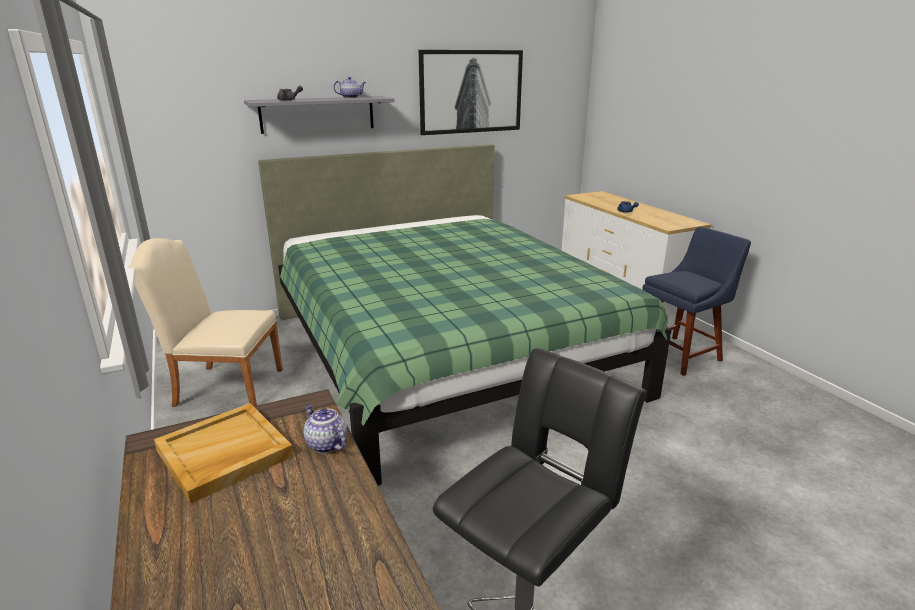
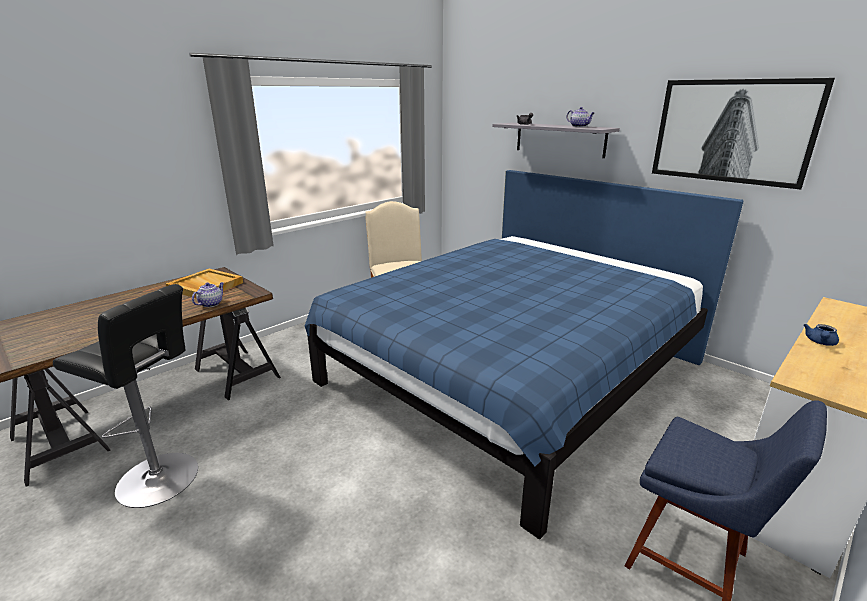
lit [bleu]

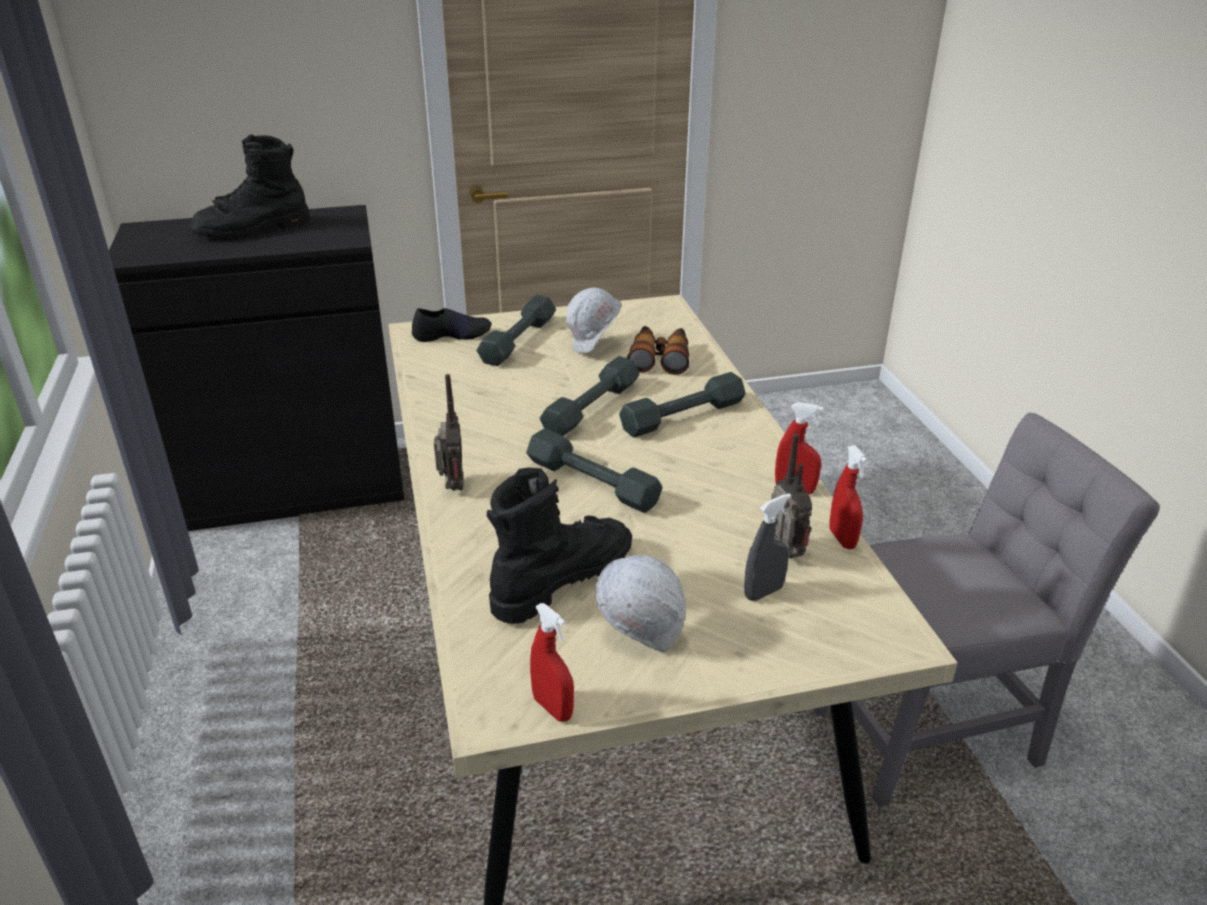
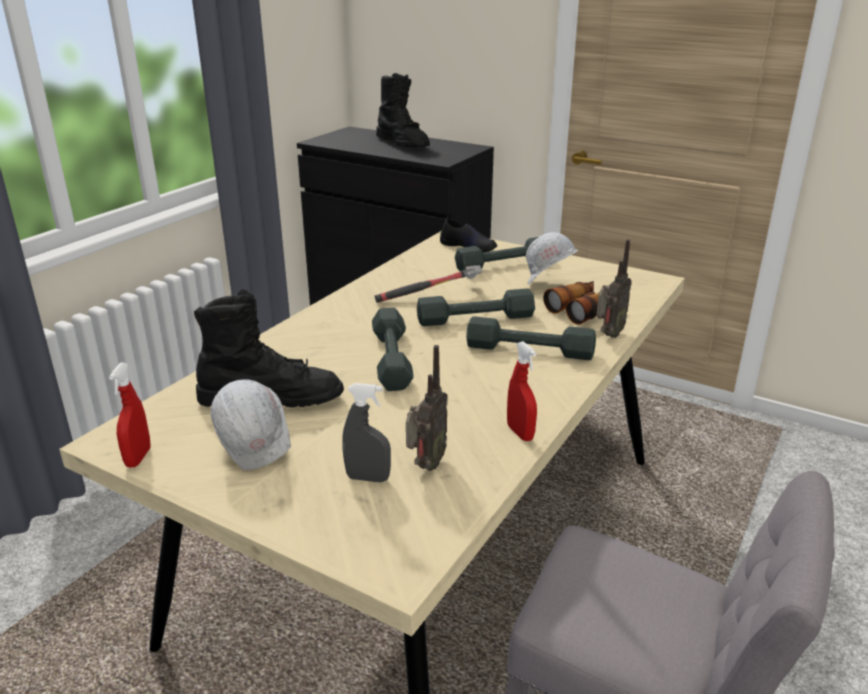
botte [noir] (no. 2 from left)
radio (no. 2 from left)
vaporisateur [rouge] (no. 3 from left in the first image)
marteau

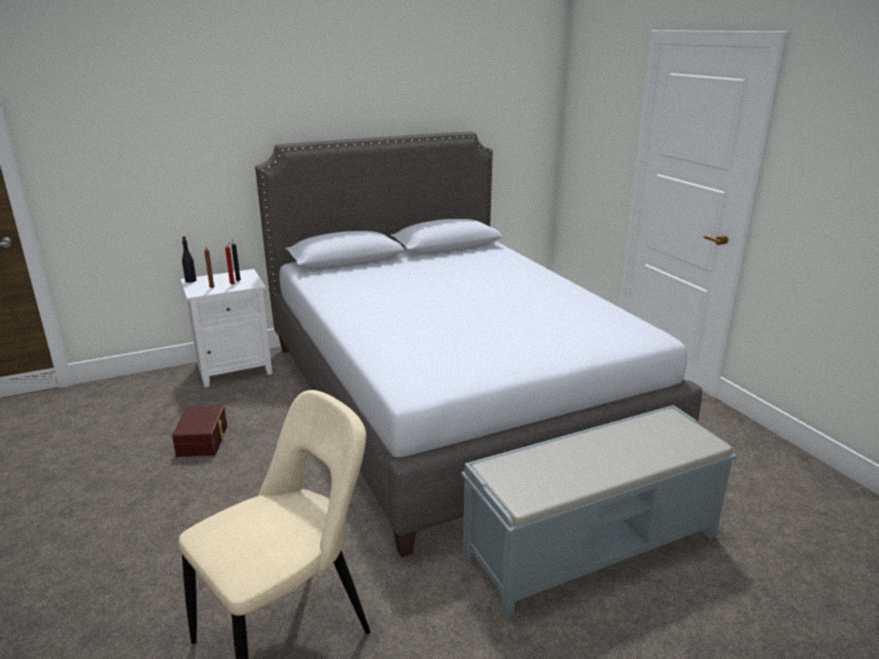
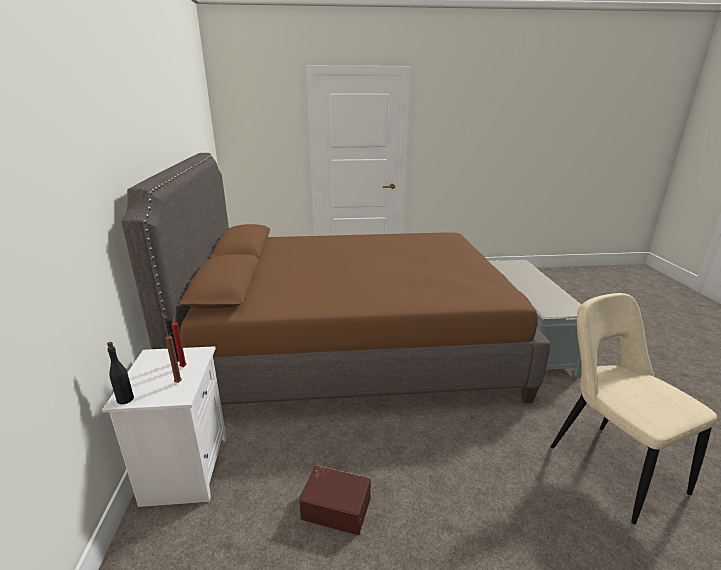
lit [marron]

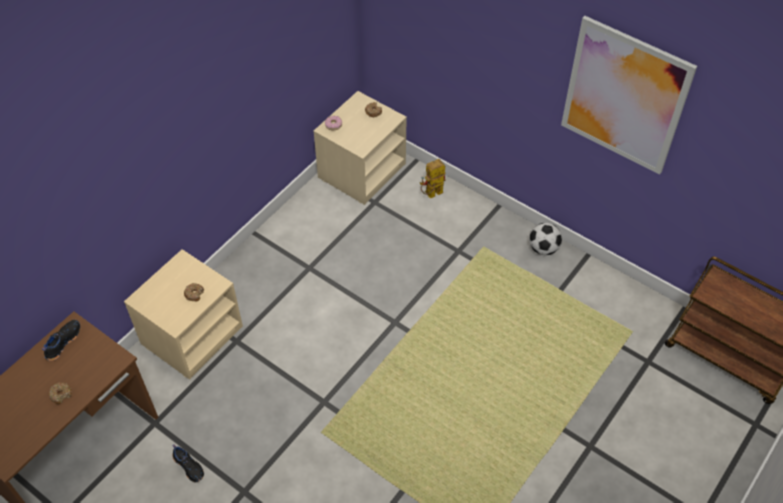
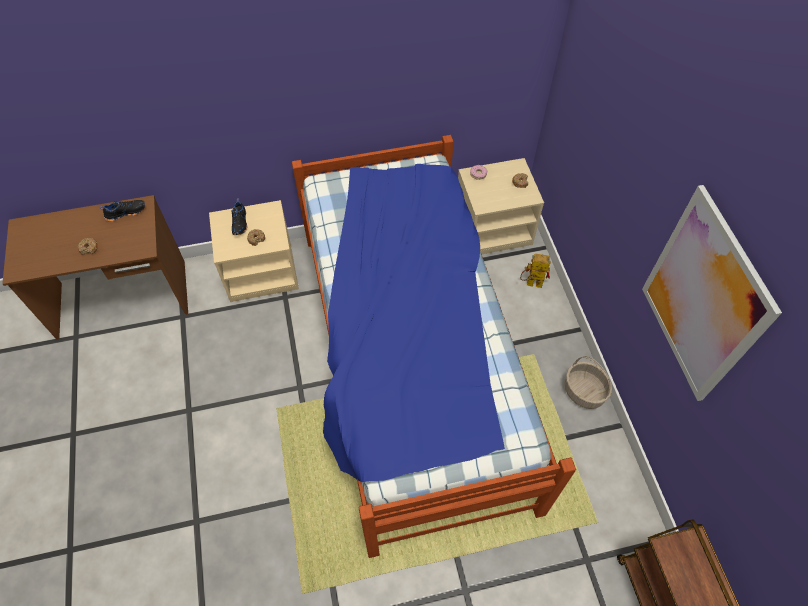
panier
chaussure [noir] (no. 2 from left)
lit

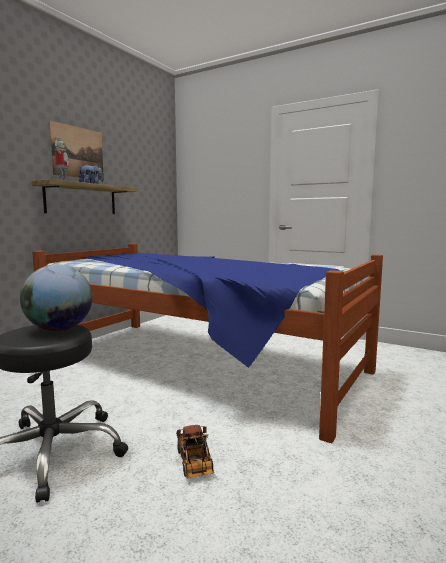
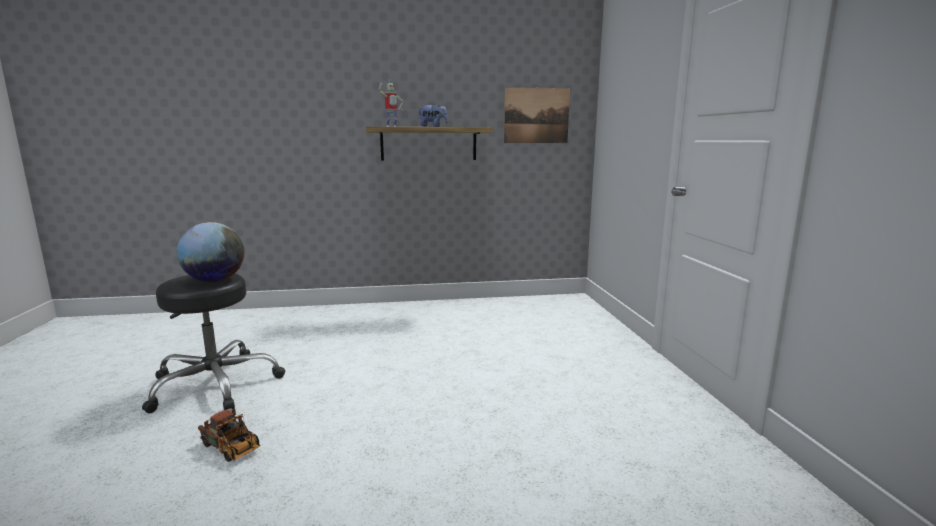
tableau
lit
camion jouet

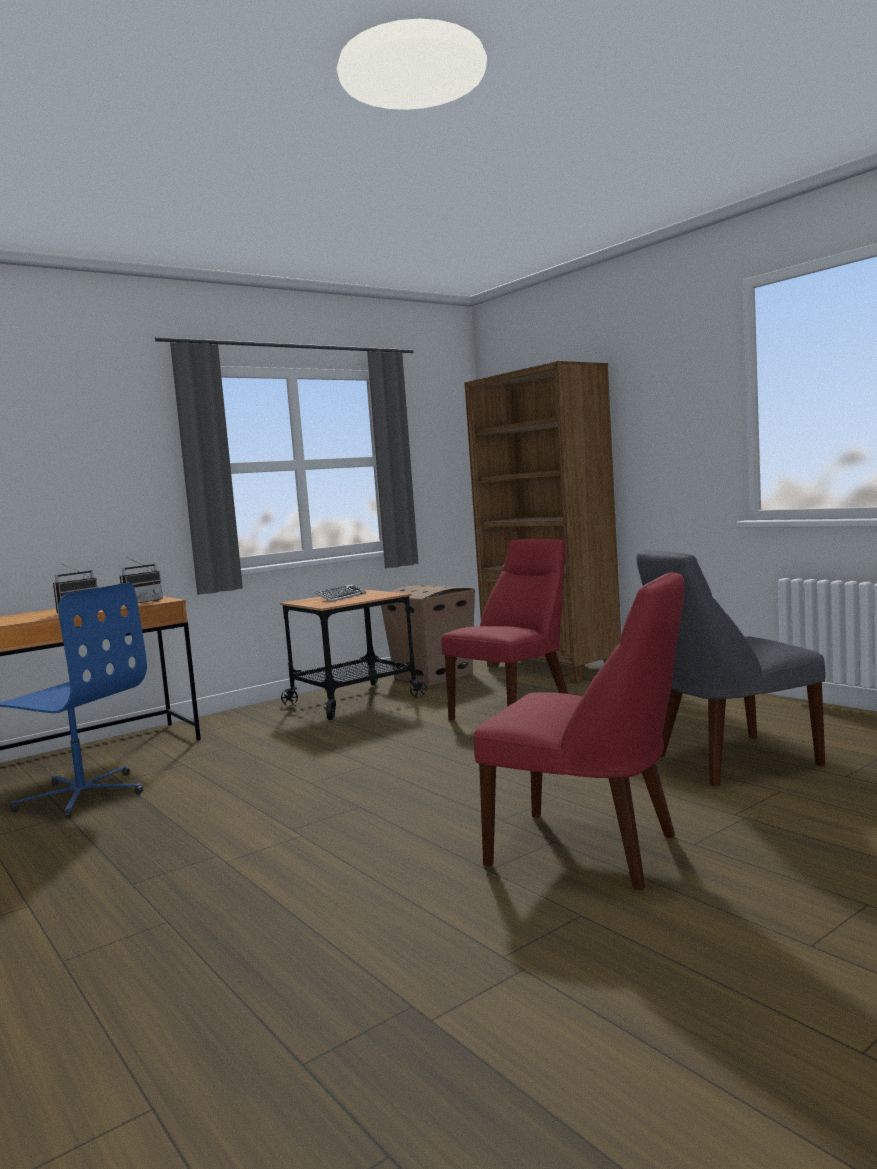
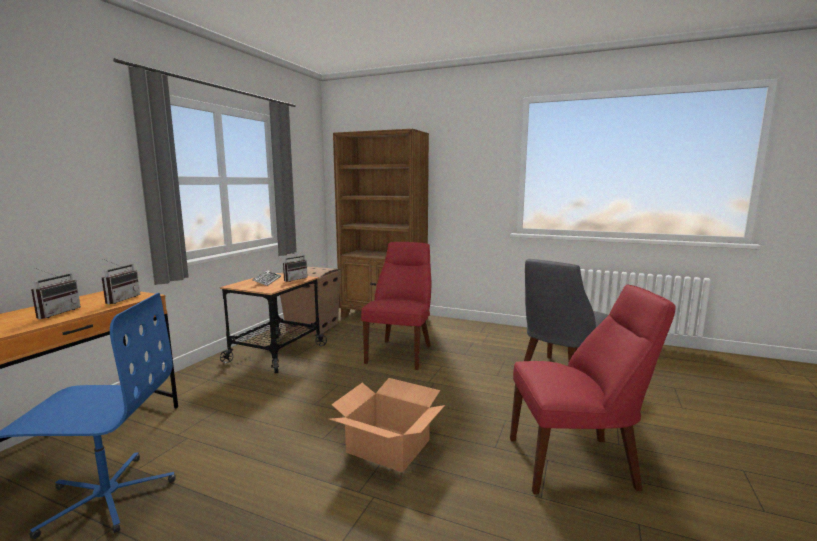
radio (no. 3 from left)
carton (no. 2 from left)

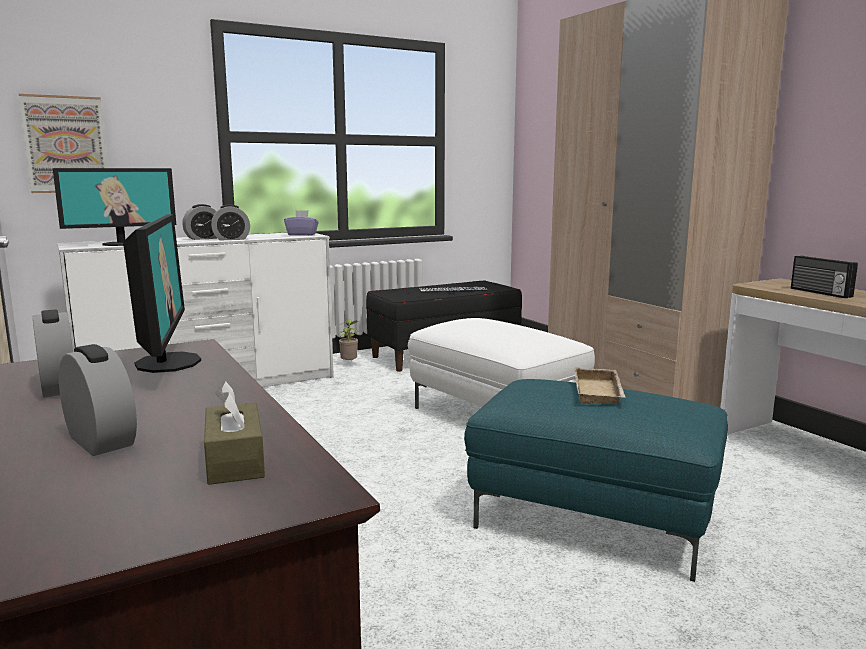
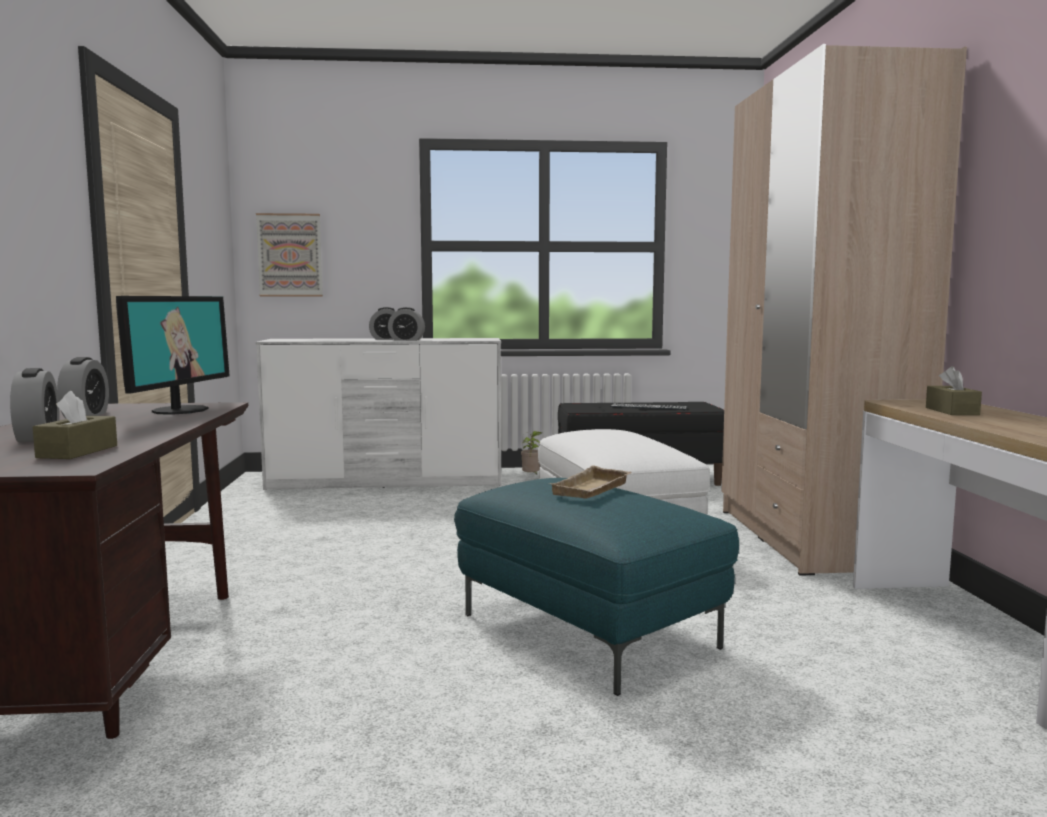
écran d'ordinateur (no. 1 from left in the first image)
boîte à mouchoirs [violet]
boîte à mouchoirs [marron] (no. 2 from left)

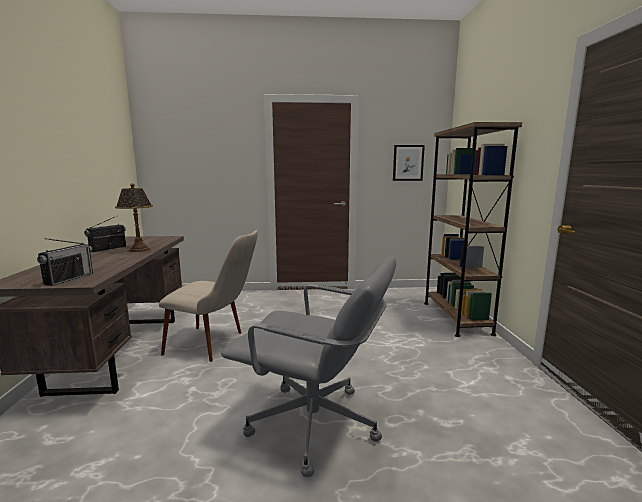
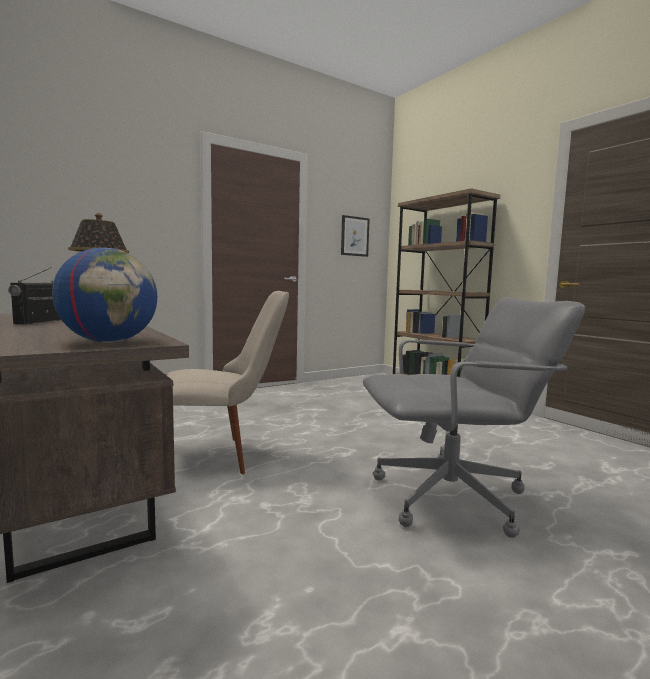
globe

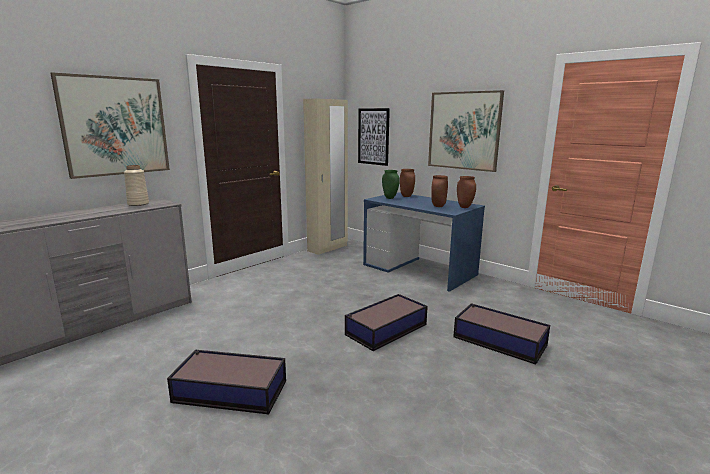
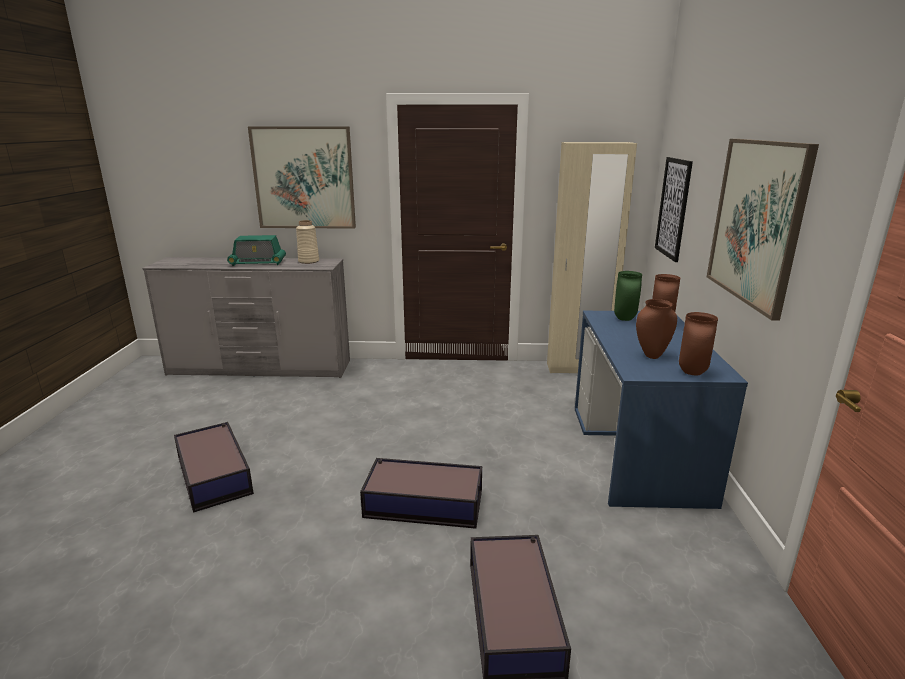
radio

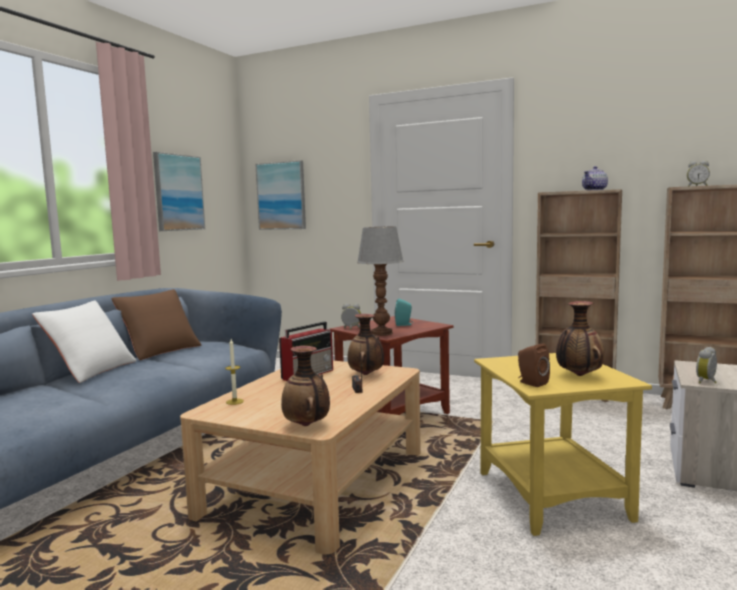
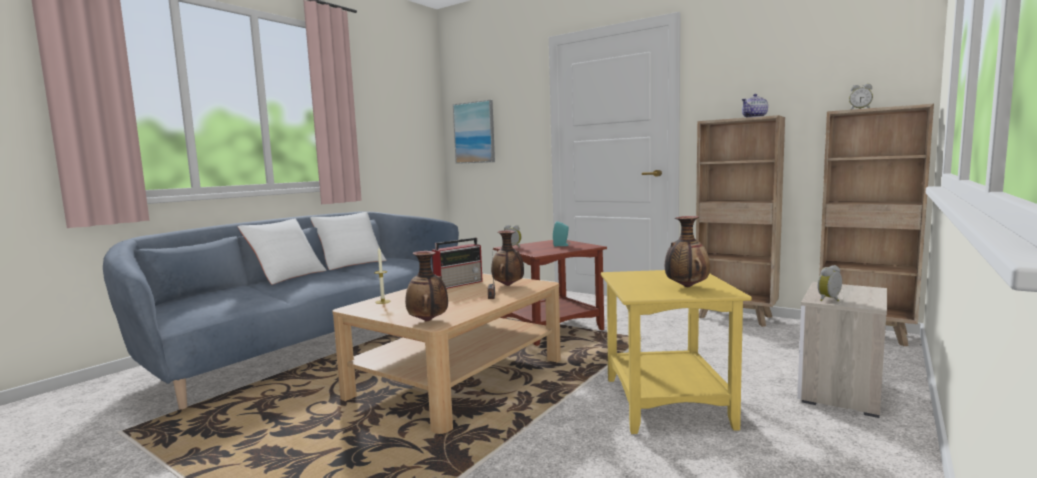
tableau (no. 1 from left in the first image)
lampe de table
coussin [blanc] (no. 2 from left)
enceinte [marron]

